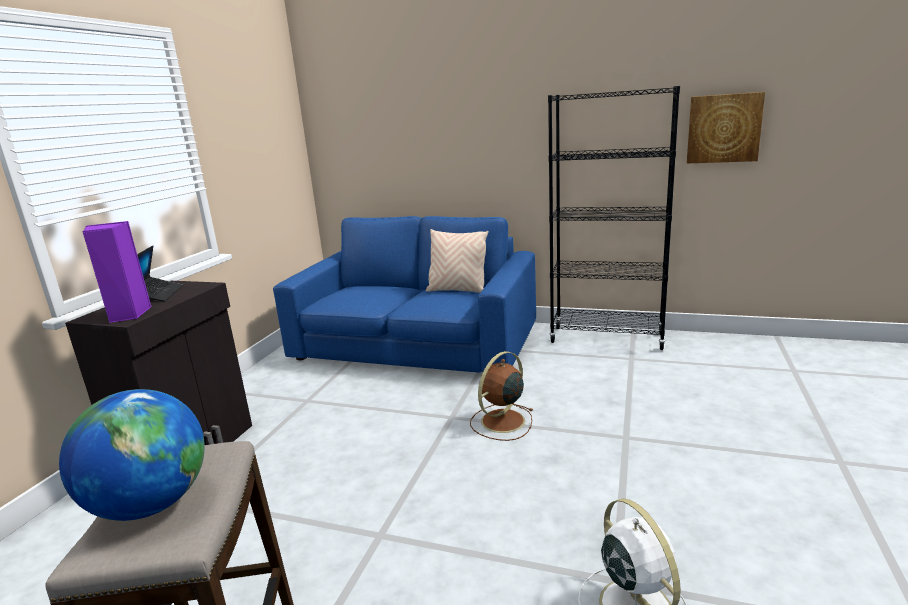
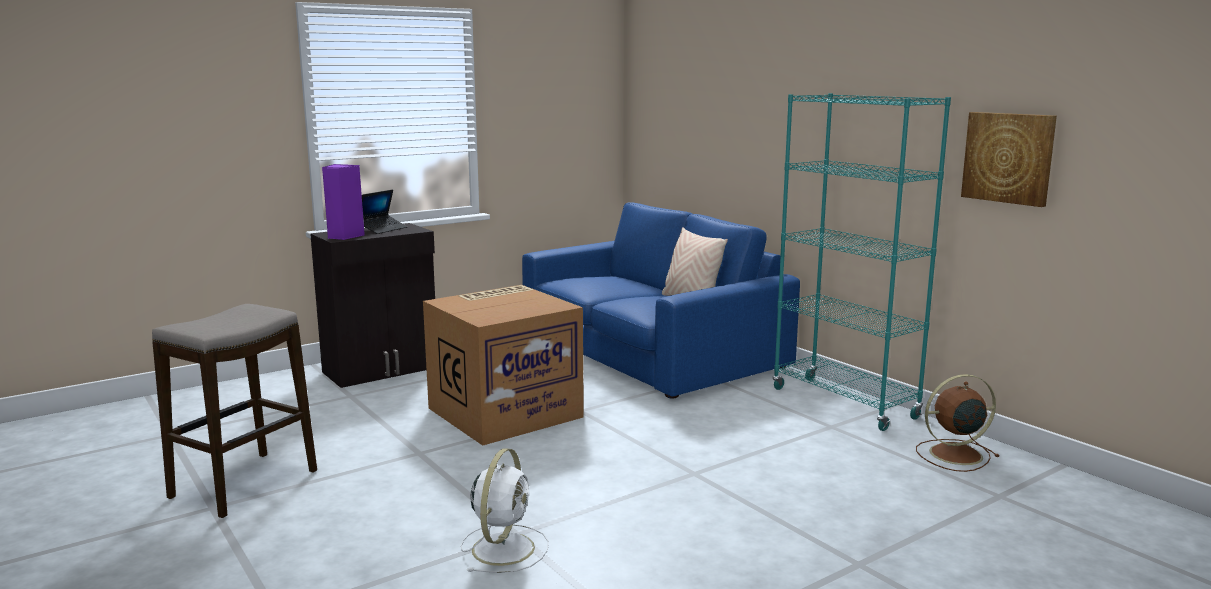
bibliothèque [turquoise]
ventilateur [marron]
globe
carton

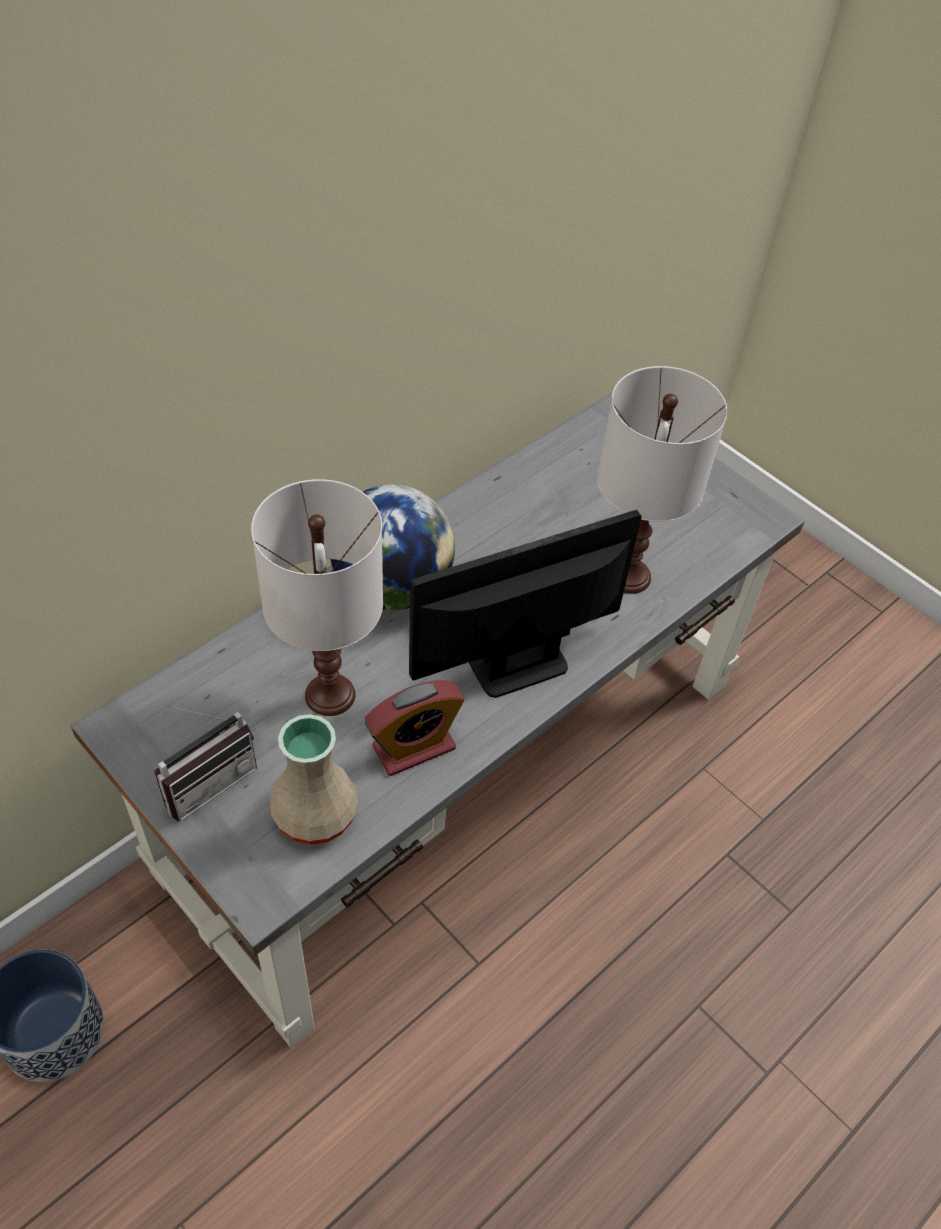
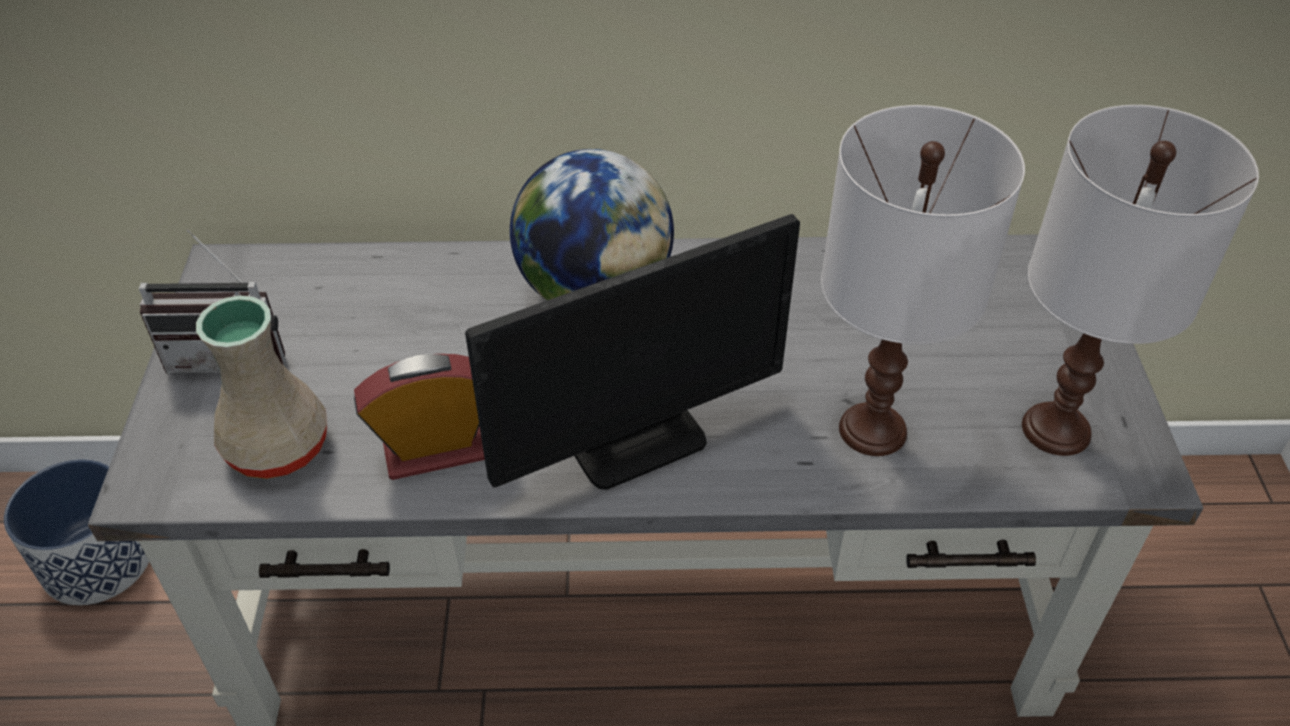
lampe de table [blanc] (no. 2 from left)
écran d'ordinateur
réveil

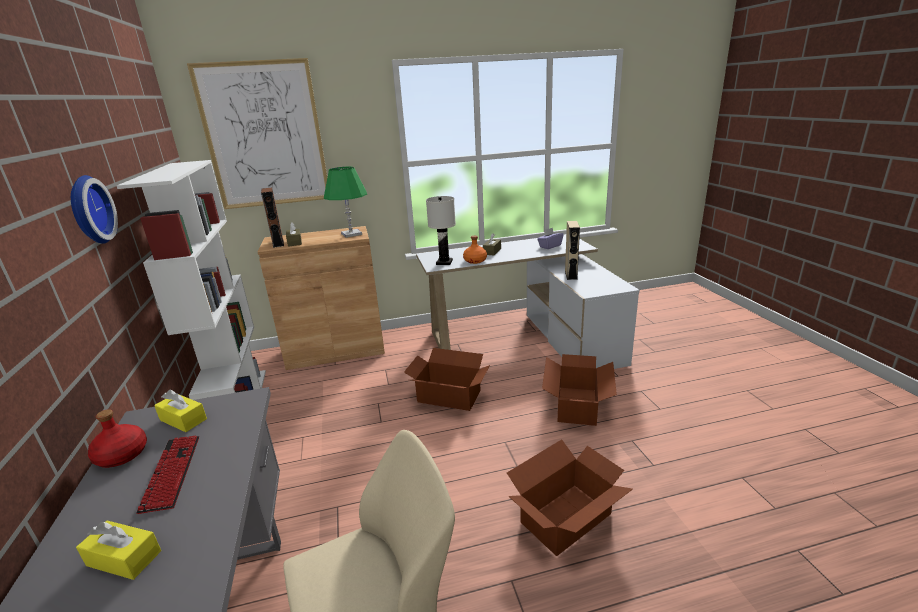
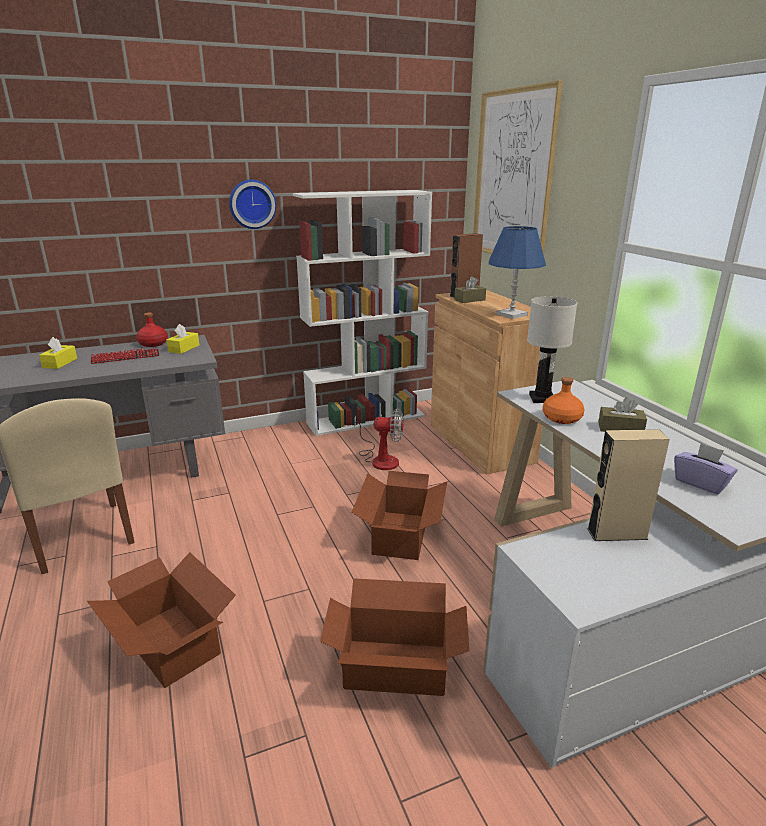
lampe de table [bleu]
ventilateur

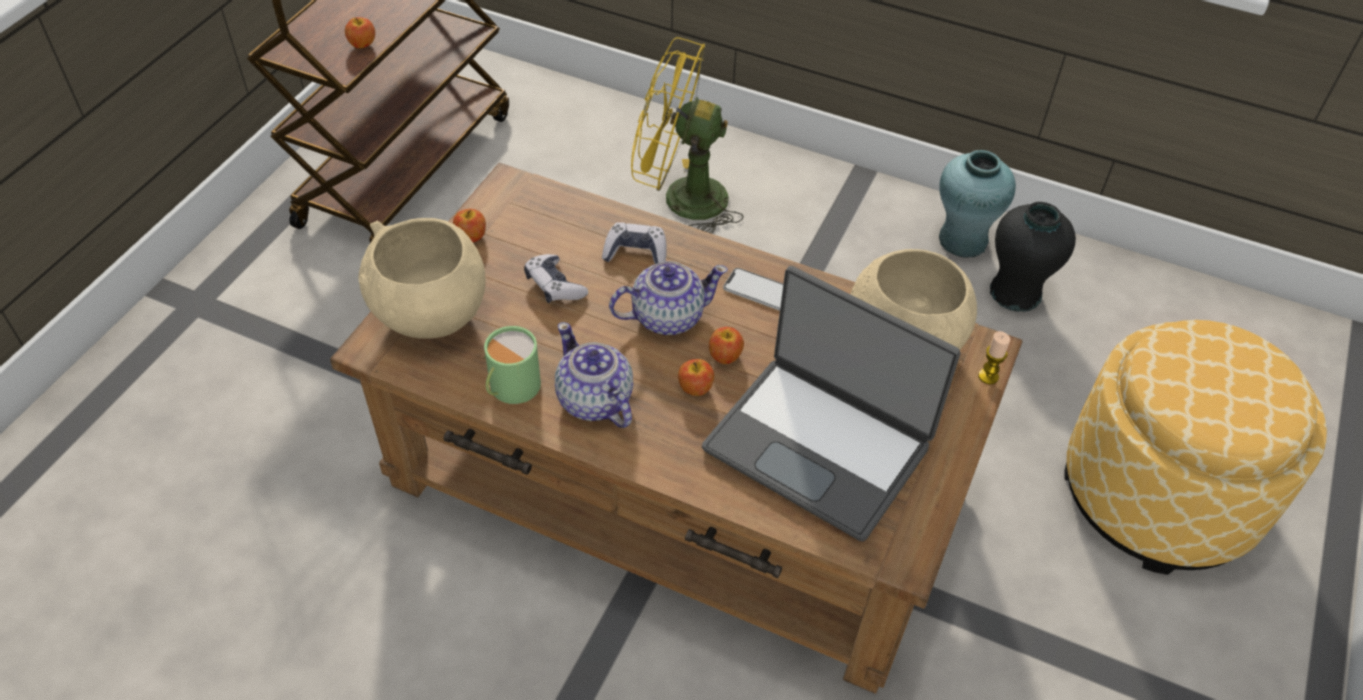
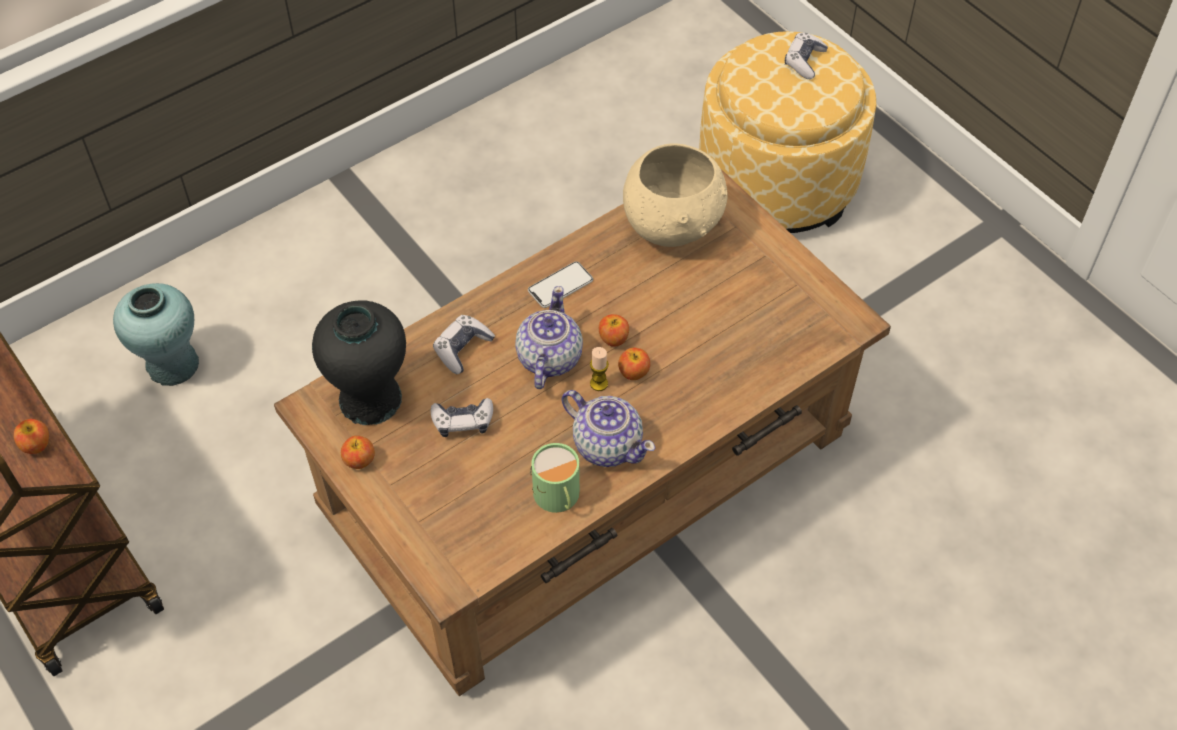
ventilateur [jaune]
vase [turquoise]
vase [noir]
bol [beige] (no. 1 from left in the first image)
ordinateur portable
théière (no. 2 from left)
bougie
manette (no. 3 from left)

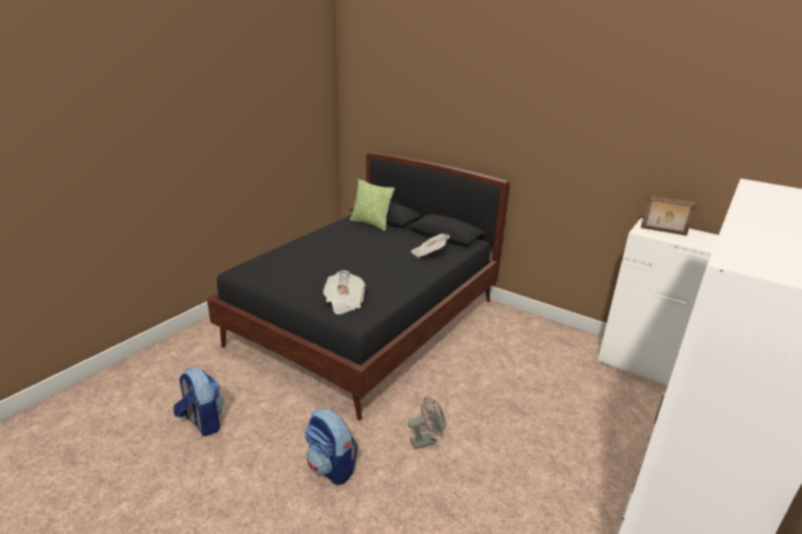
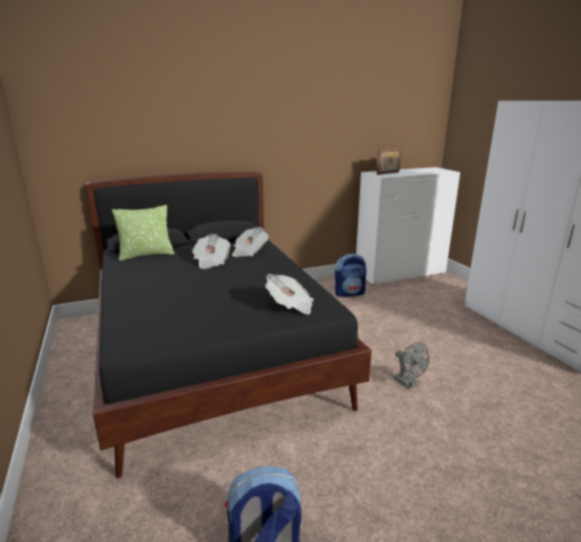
ventilateur [gris]
sac à dos (no. 2 from left)
journal (no. 1 from left)

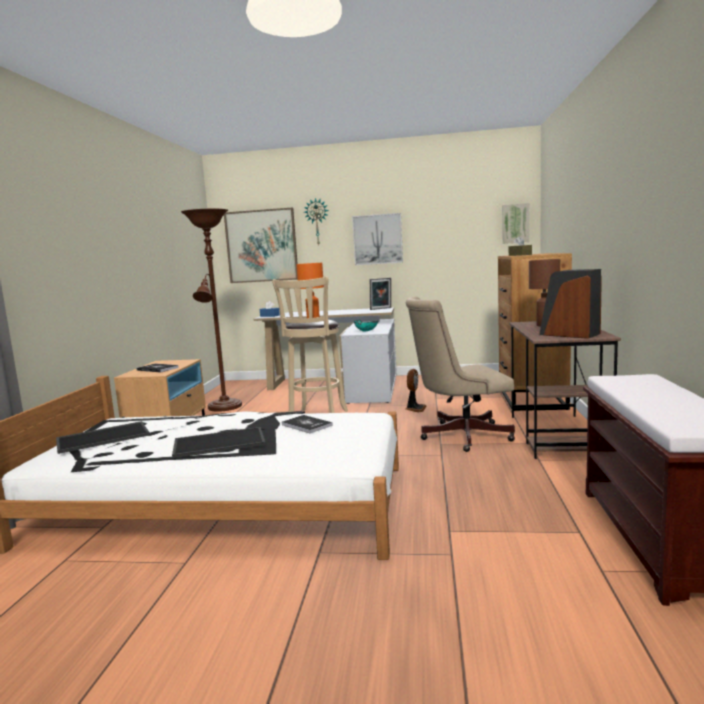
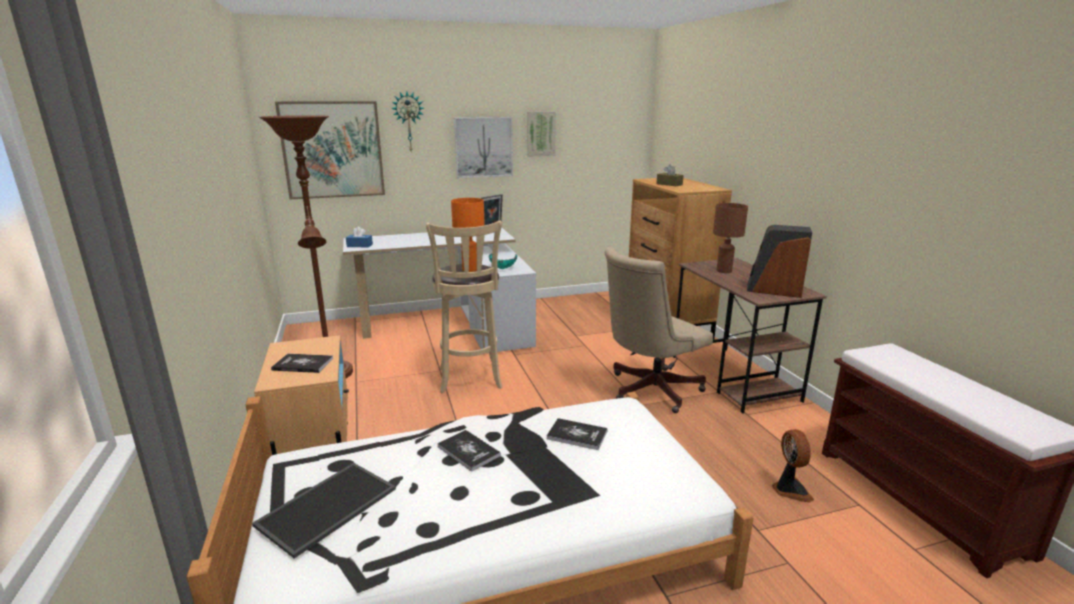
tableau (no. 3 from left)
ventilateur
plateau (no. 2 from left in the first image)
livre (no. 2 from left)

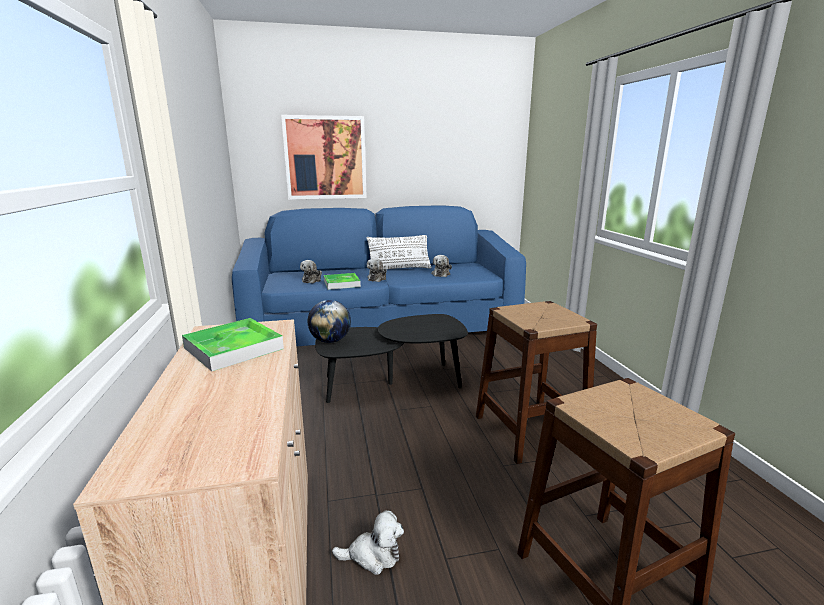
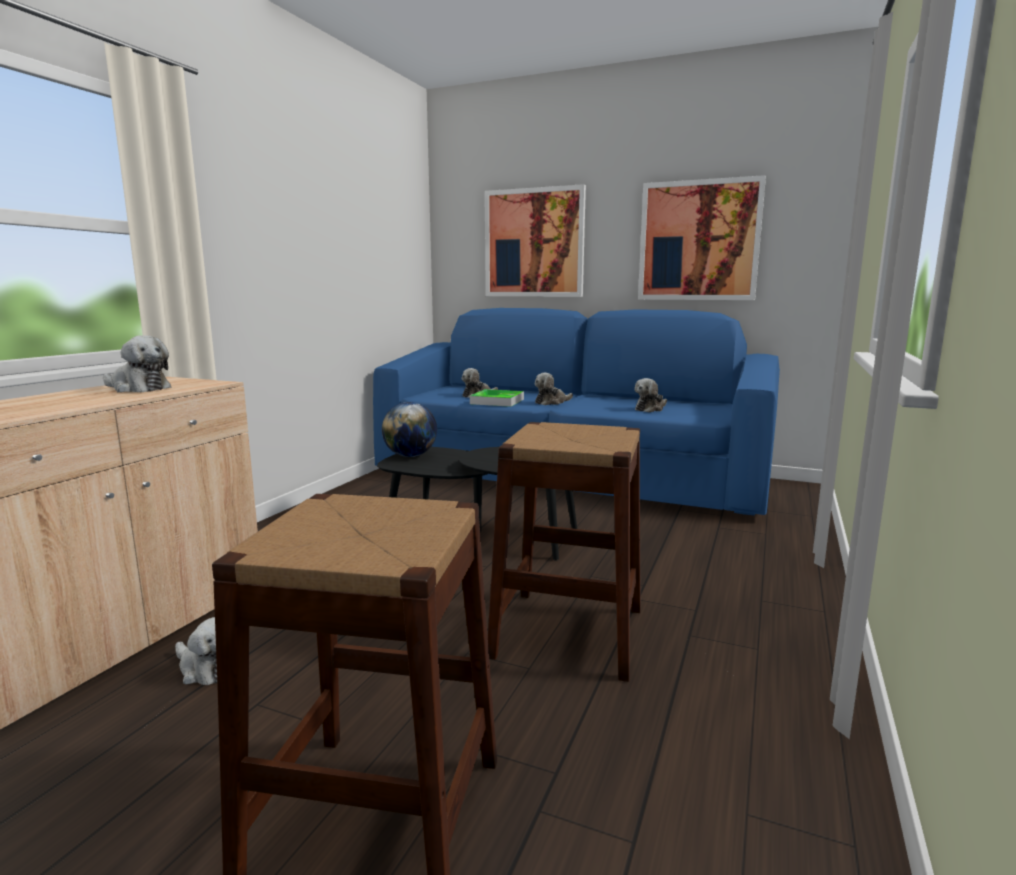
coussin [blanc]
peluche (no. 1 from left)
tableau (no. 2 from left)

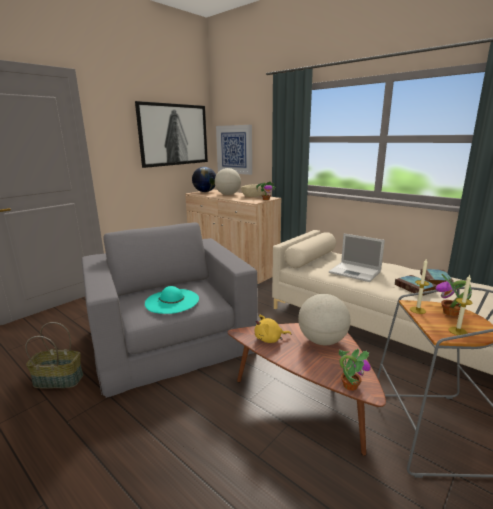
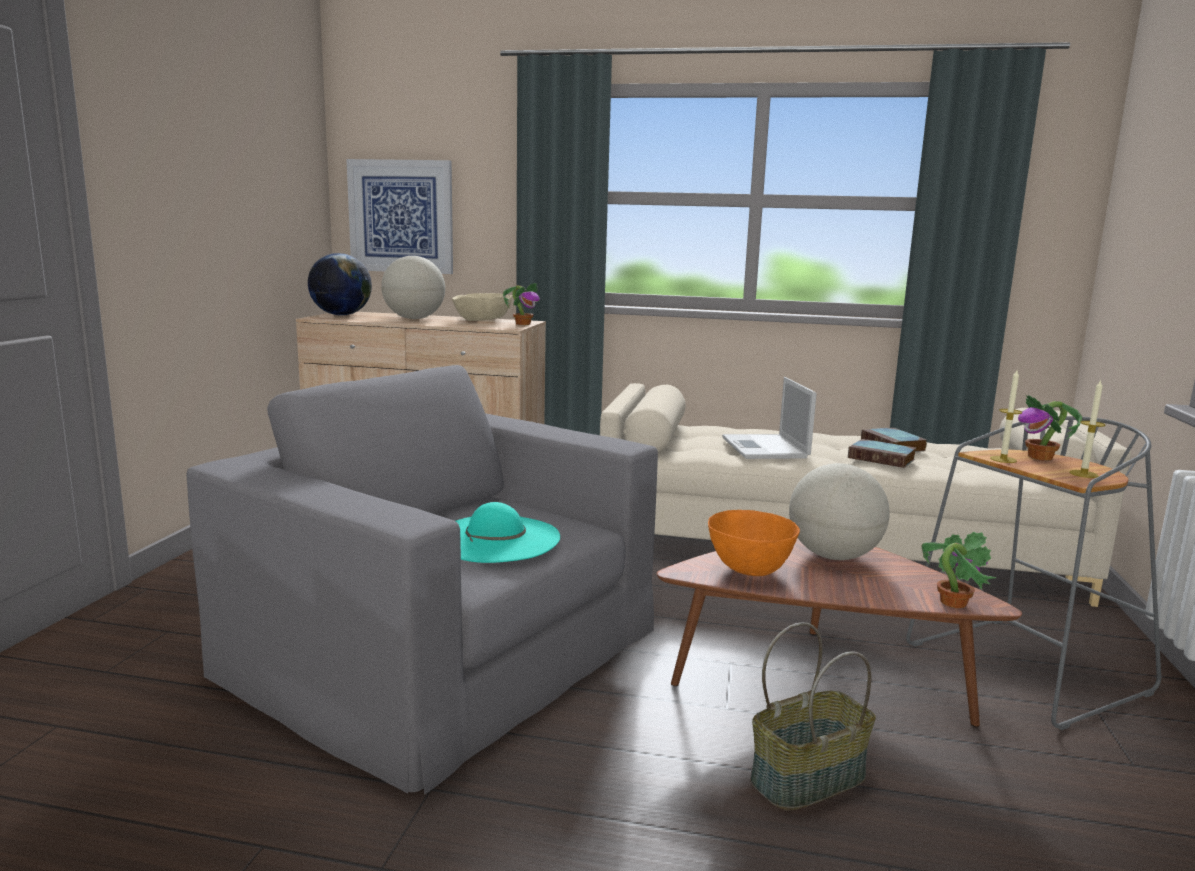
tableau (no. 1 from left in the first image)
ordinateur portable
bol [orange]
panier

